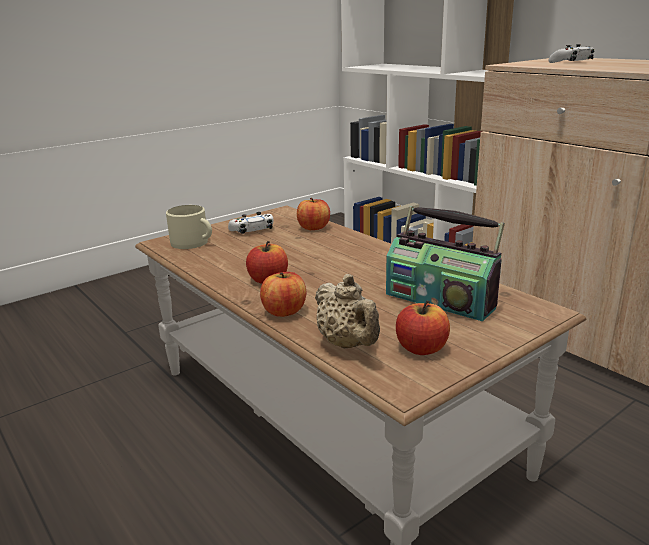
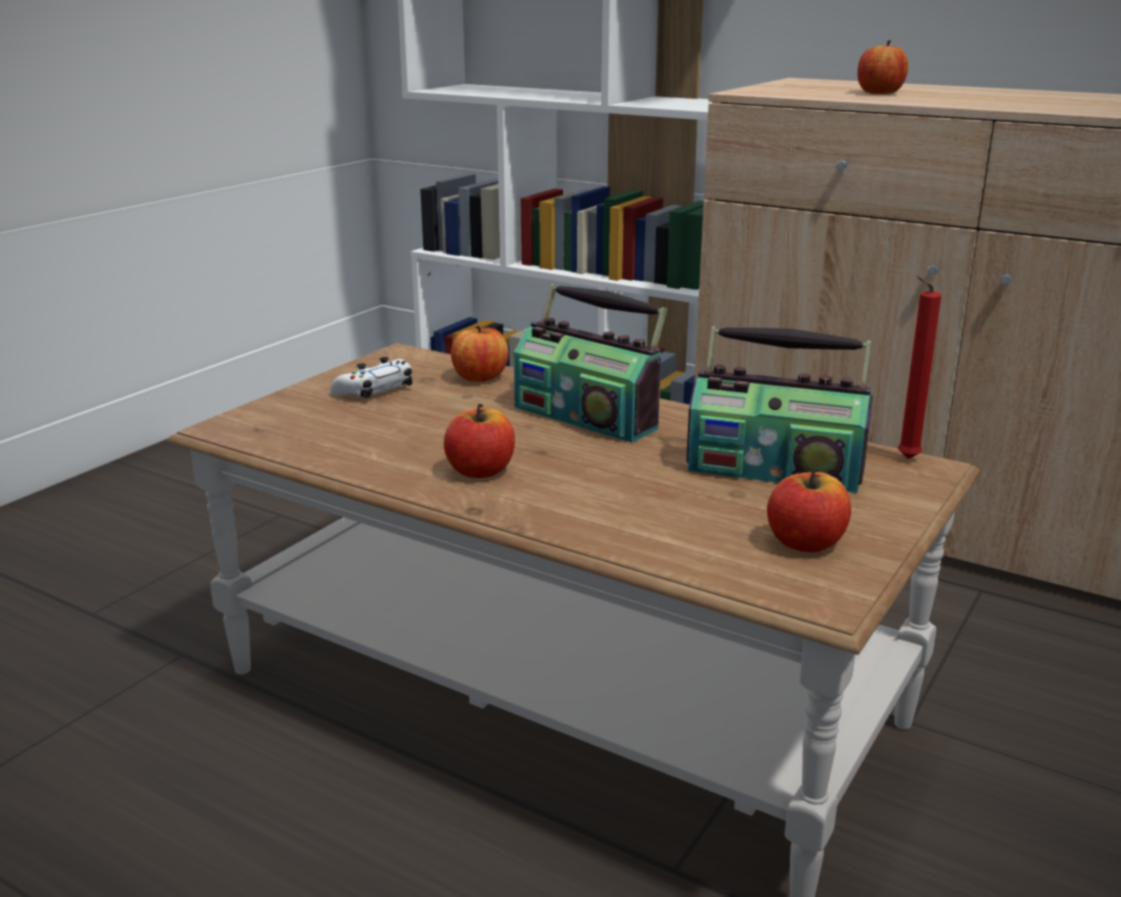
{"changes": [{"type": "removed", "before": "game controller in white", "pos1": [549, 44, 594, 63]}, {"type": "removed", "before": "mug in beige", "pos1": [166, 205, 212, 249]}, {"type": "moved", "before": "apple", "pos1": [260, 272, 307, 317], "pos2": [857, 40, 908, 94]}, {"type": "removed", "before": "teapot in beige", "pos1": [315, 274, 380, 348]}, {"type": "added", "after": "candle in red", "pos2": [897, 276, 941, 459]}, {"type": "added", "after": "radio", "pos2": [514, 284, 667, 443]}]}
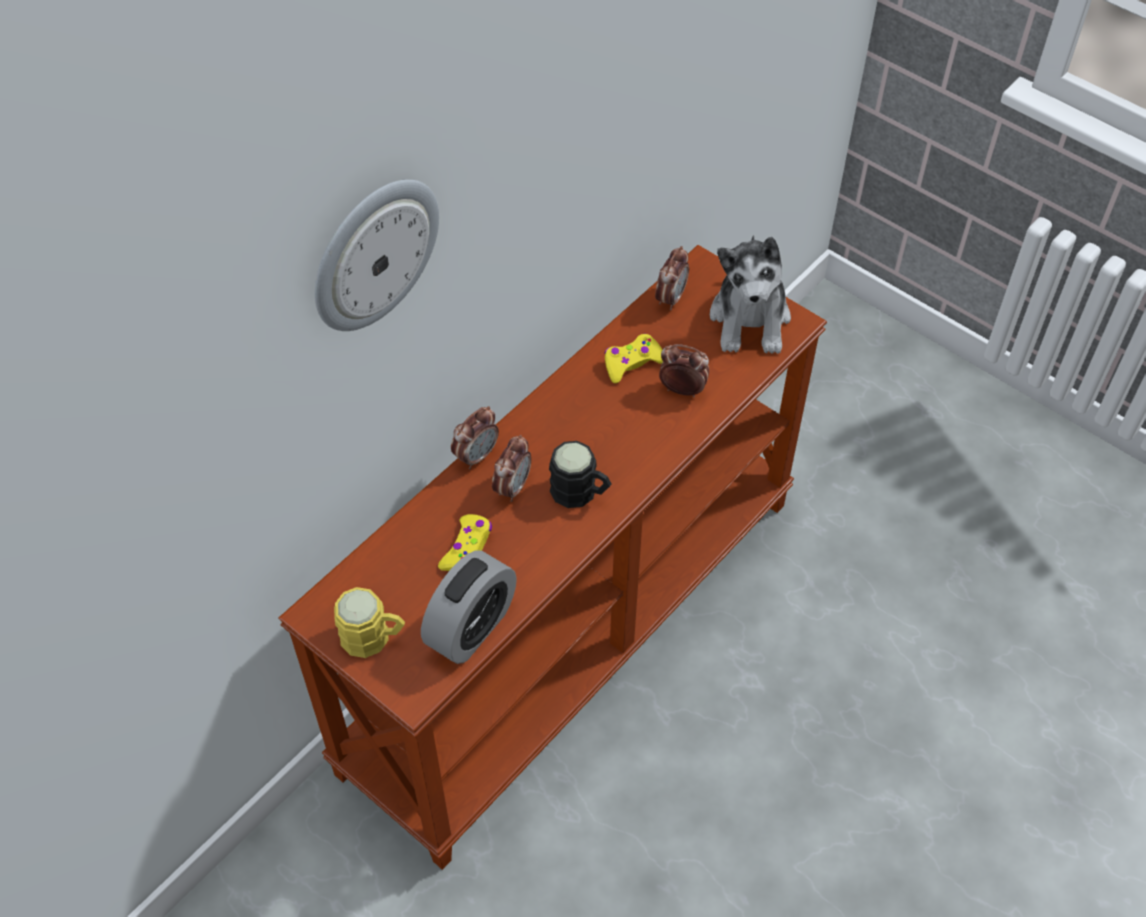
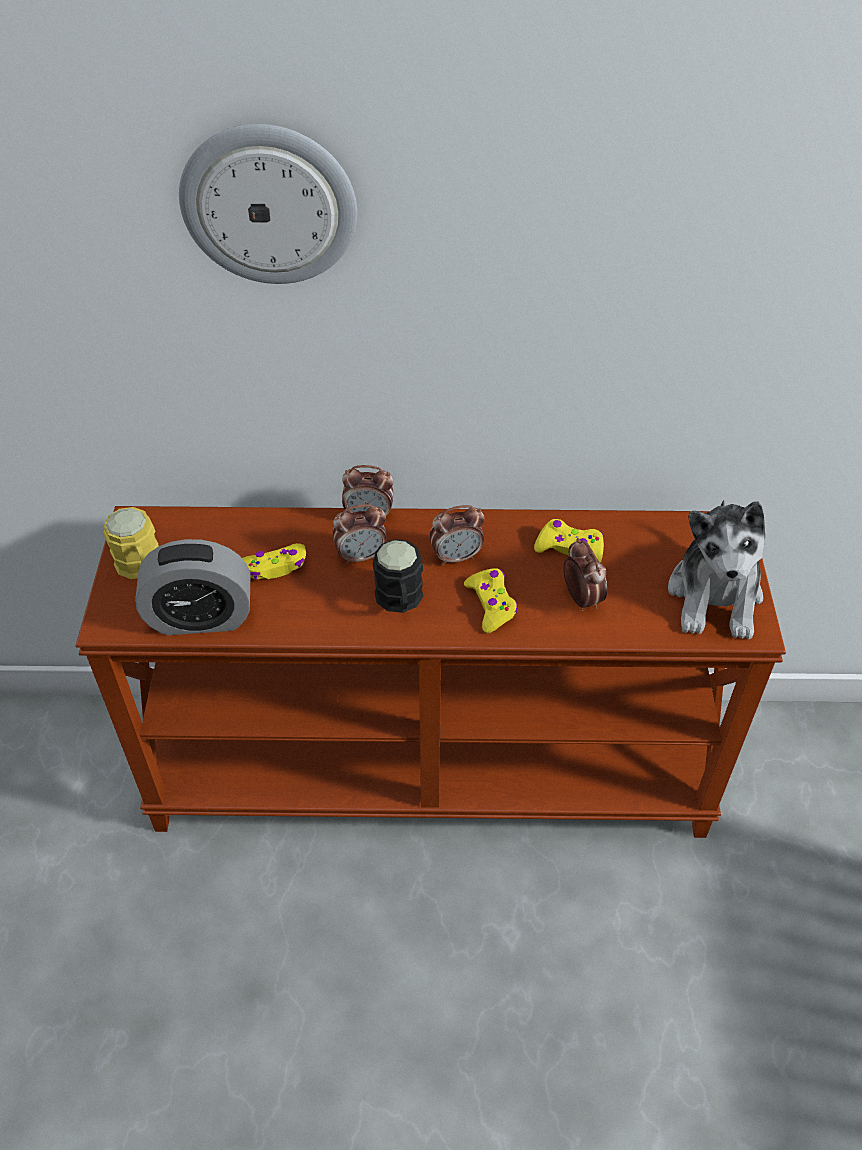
{"changes": [{"type": "turned", "before": "plush toy", "pos1": [710, 235, 791, 354], "pos2": [668, 500, 765, 640], "turn": -45}, {"type": "moved", "before": "alarm clock", "pos1": [655, 246, 689, 310], "pos2": [430, 505, 484, 566]}, {"type": "added", "after": "game controller in yellow", "pos2": [464, 568, 518, 633]}]}
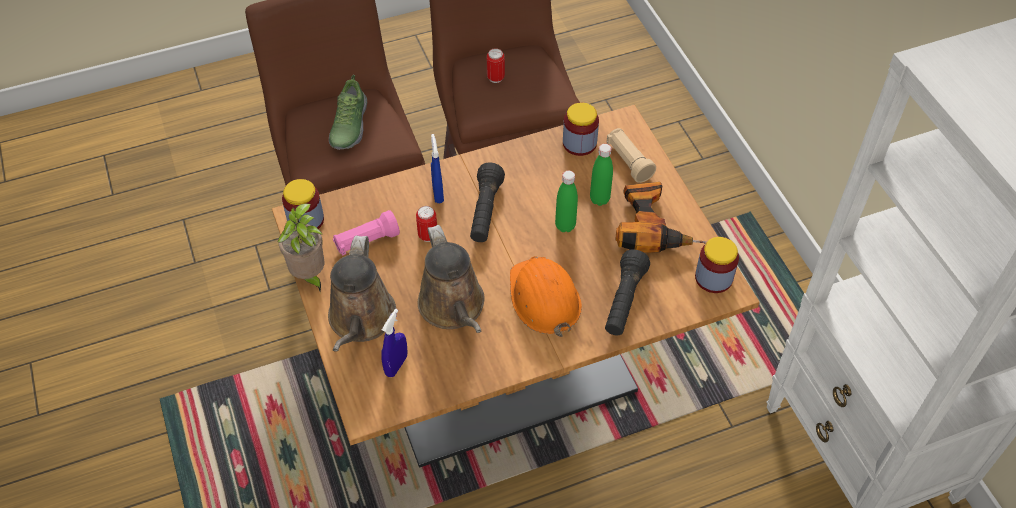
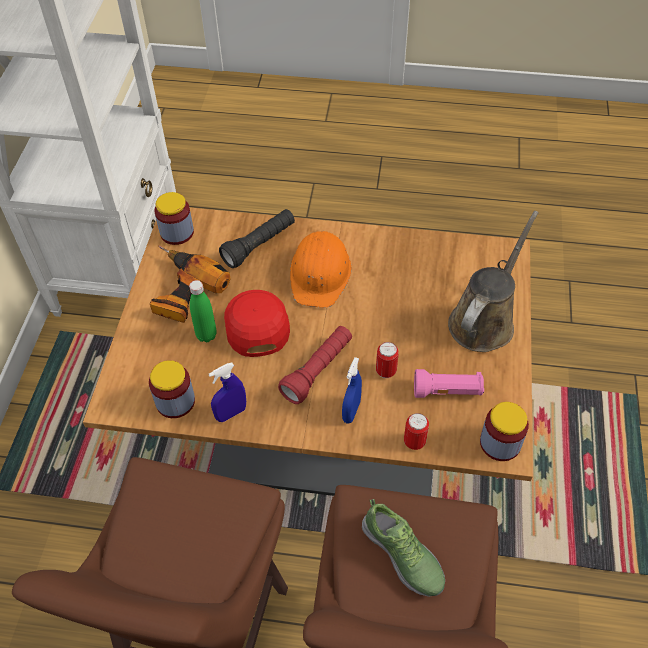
{"changes": [{"type": "moved", "before": "can", "pos1": [487, 48, 505, 83], "pos2": [404, 413, 429, 450]}, {"type": "turned", "before": "shoe", "pos1": [329, 75, 367, 150], "pos2": [362, 499, 445, 597], "turn": 105}, {"type": "removed", "before": "flashlight in beige", "pos1": [606, 128, 656, 183]}, {"type": "recoloured", "before": "flashlight in black", "after": "flashlight in red", "pos1": [470, 162, 505, 242], "pos2": [278, 326, 352, 404]}, {"type": "replaced", "before": "bottle in green", "after": "cap in red", "pos1": [555, 170, 578, 232], "pos2": [224, 290, 290, 357]}, {"type": "removed", "before": "potted plant", "pos1": [277, 204, 324, 292]}, {"type": "removed", "before": "watering can in brown", "pos1": [418, 225, 485, 333]}, {"type": "moved", "before": "spray bottle in blue", "pos1": [381, 309, 408, 377], "pos2": [209, 362, 246, 422]}]}
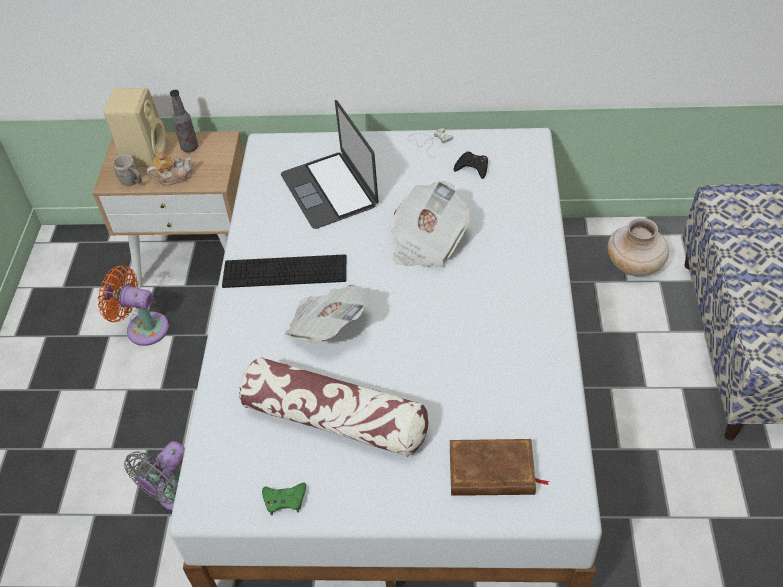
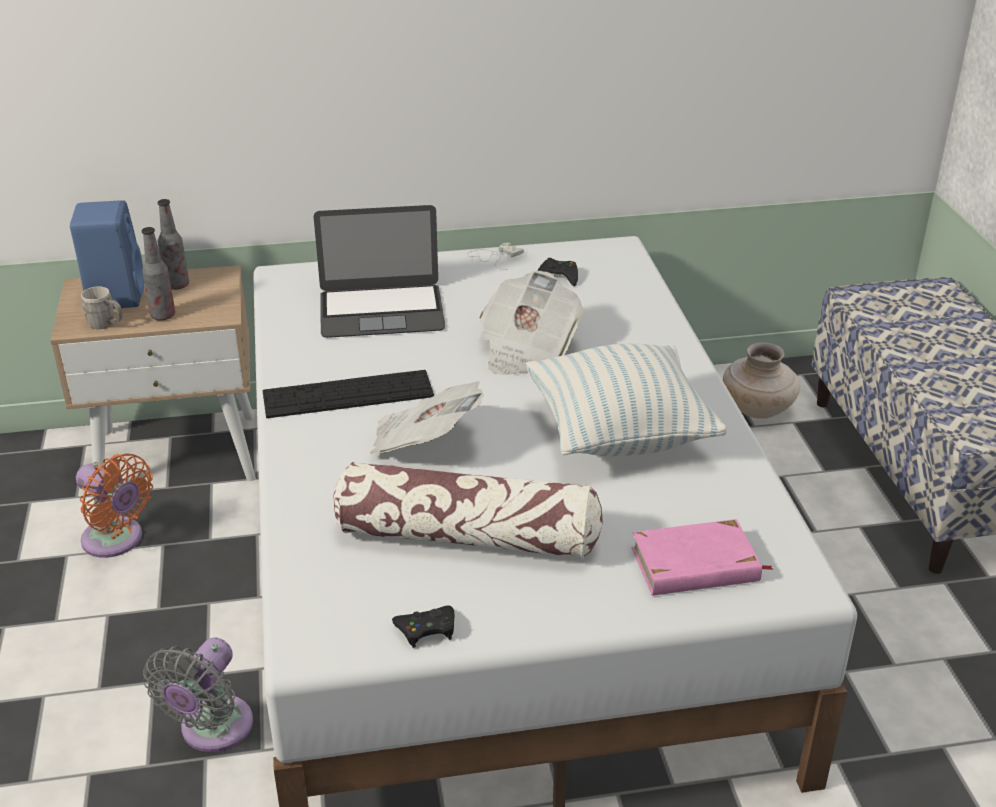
{"changes": [{"type": "recoloured", "before": "speaker in beige", "after": "speaker in blue", "pos1": [104, 88, 167, 167], "pos2": [70, 200, 144, 309]}, {"type": "turned", "before": "laptop", "pos1": [281, 100, 378, 229], "pos2": [314, 205, 445, 338], "turn": -60}, {"type": "replaced", "before": "teapot", "after": "bottle", "pos1": [147, 152, 191, 186], "pos2": [142, 227, 175, 321]}, {"type": "turned", "before": "fan in orange", "pos1": [98, 265, 169, 346], "pos2": [76, 453, 153, 558], "turn": -150}, {"type": "recoloured", "before": "book in brown", "after": "book in pink", "pos1": [450, 439, 549, 496], "pos2": [631, 519, 772, 596]}, {"type": "recoloured", "before": "game controller in green", "after": "game controller in black", "pos1": [262, 482, 306, 515], "pos2": [392, 605, 455, 648]}, {"type": "added", "after": "pillow", "pos2": [526, 344, 726, 456]}]}
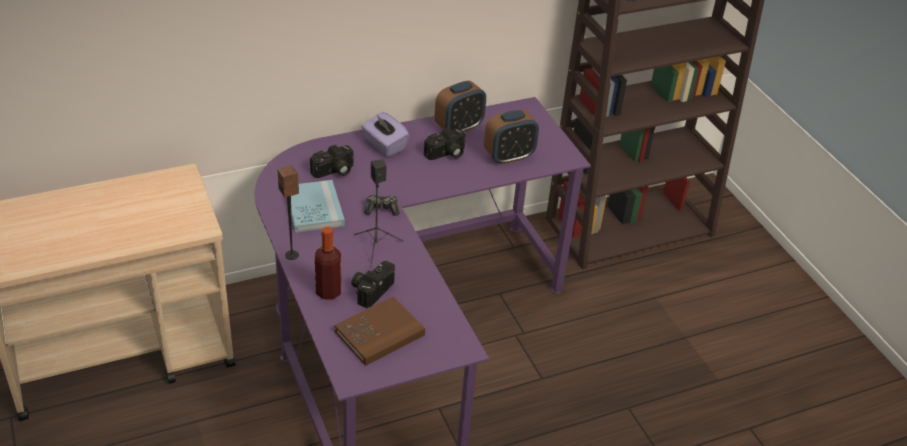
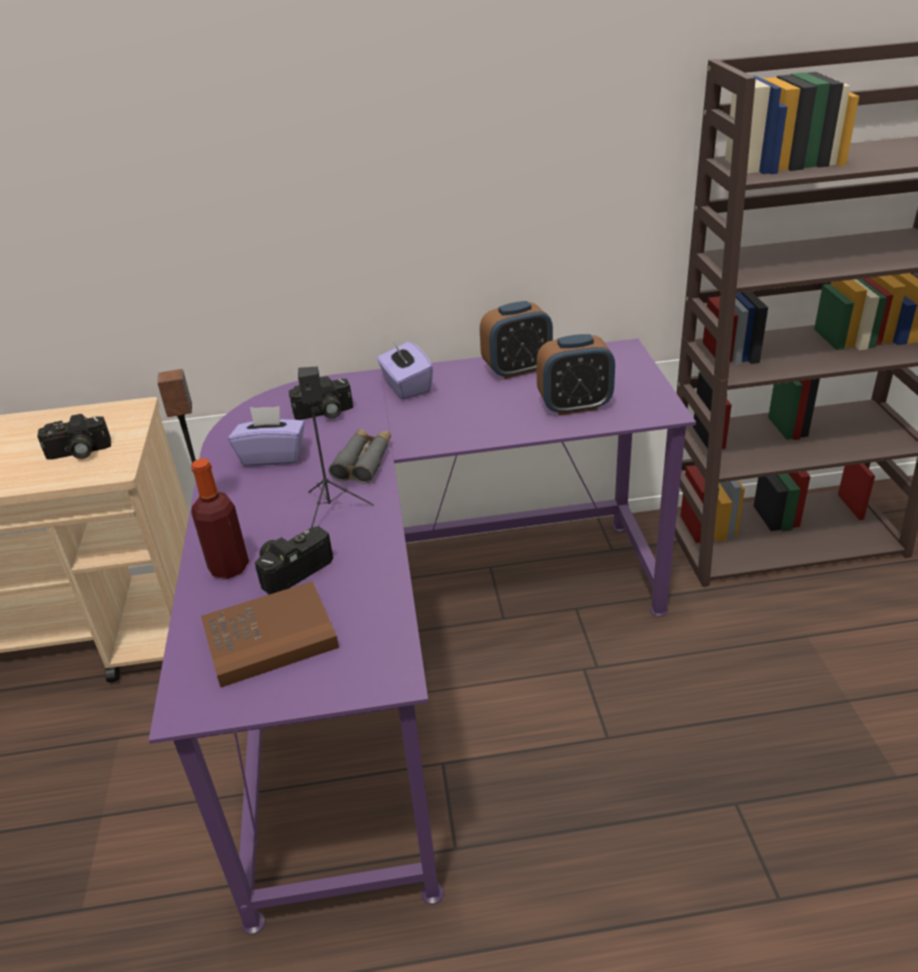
{"changes": [{"type": "moved", "before": "photo camera", "pos1": [424, 128, 466, 160], "pos2": [37, 414, 111, 460]}, {"type": "replaced", "before": "book in blue", "after": "tissue box in purple", "pos1": [291, 180, 345, 233], "pos2": [228, 406, 305, 466]}, {"type": "replaced", "before": "game controller", "after": "binoculars in grey", "pos1": [364, 194, 400, 216], "pos2": [329, 429, 391, 484]}]}
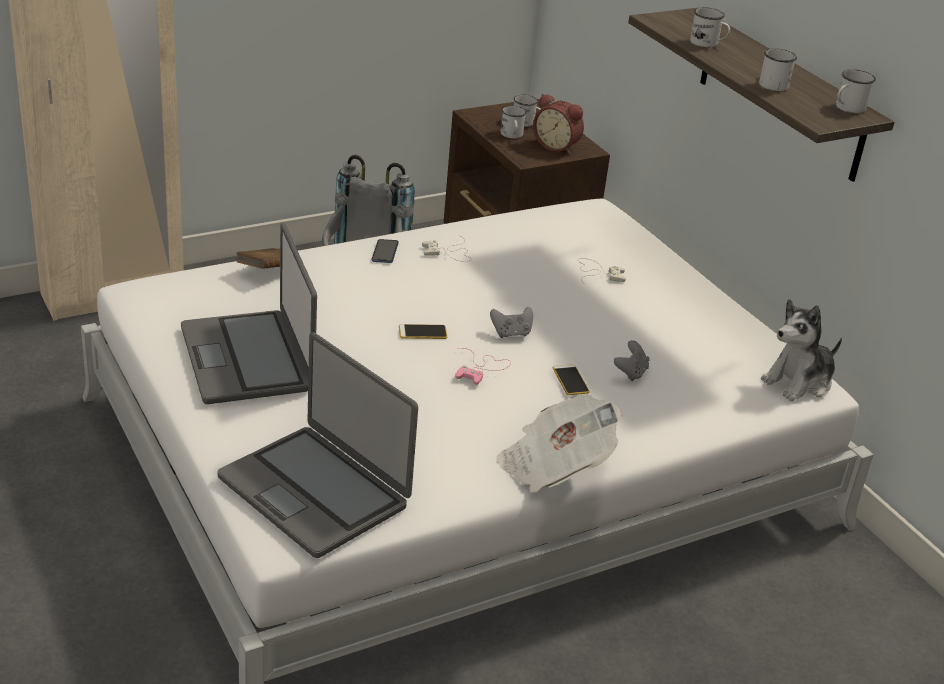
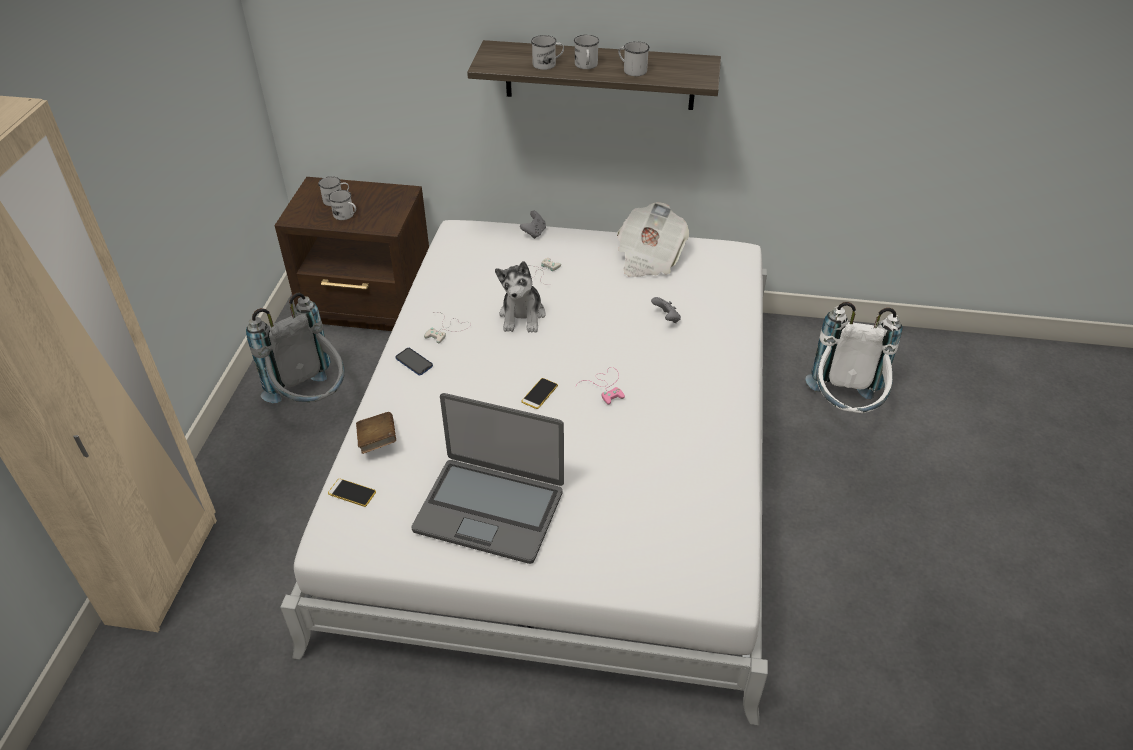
{"changes": [{"type": "moved", "before": "mug in white", "pos1": [836, 69, 876, 113], "pos2": [574, 35, 599, 69]}, {"type": "removed", "before": "alarm clock", "pos1": [533, 94, 584, 154]}, {"type": "moved", "before": "plush toy", "pos1": [761, 299, 842, 401], "pos2": [495, 261, 546, 333]}, {"type": "moved", "before": "game controller in grey", "pos1": [490, 307, 533, 338], "pos2": [520, 211, 546, 239]}, {"type": "removed", "before": "laptop", "pos1": [218, 332, 418, 558]}, {"type": "moved", "before": "phone", "pos1": [553, 364, 590, 395], "pos2": [328, 479, 376, 507]}, {"type": "moved", "before": "newspaper", "pos1": [496, 394, 622, 492], "pos2": [617, 202, 689, 277]}, {"type": "added", "after": "backpack in white", "pos2": [805, 302, 902, 413]}]}
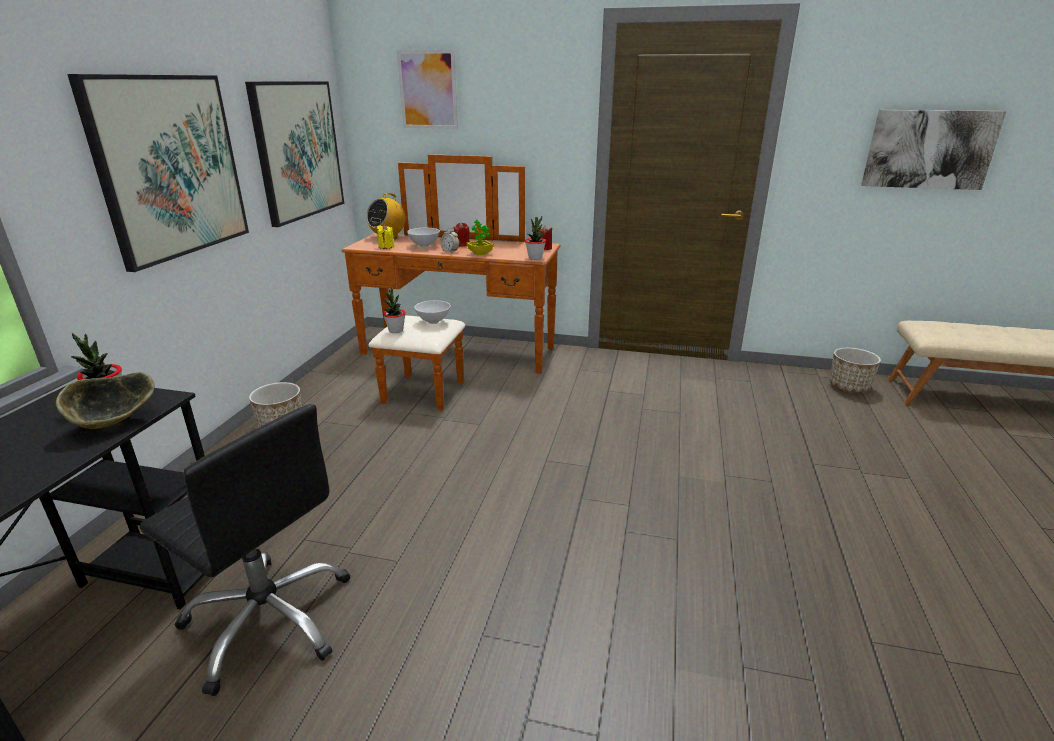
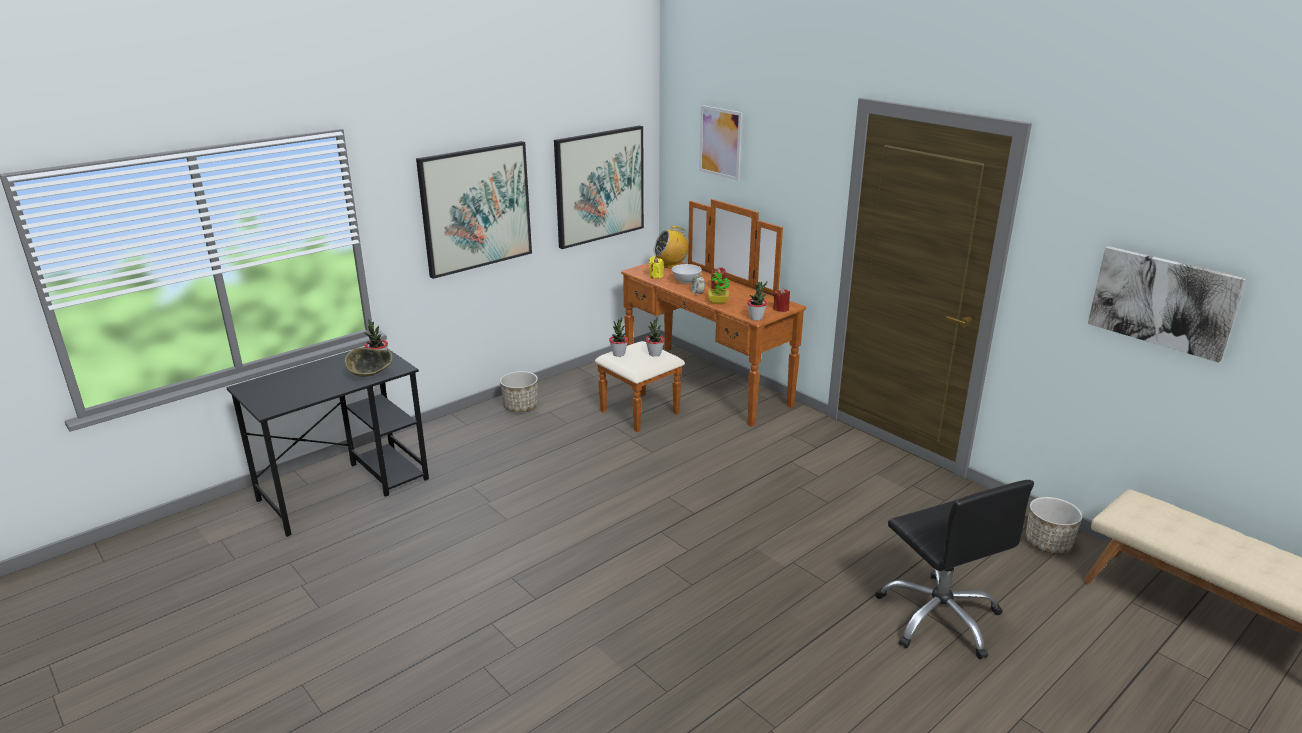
{"changes": [{"type": "replaced", "before": "bowl in white", "after": "potted plant", "pos1": [414, 300, 451, 324], "pos2": [645, 317, 665, 357]}, {"type": "moved", "before": "office chair in black", "pos1": [139, 404, 350, 696], "pos2": [875, 480, 1034, 659]}]}
